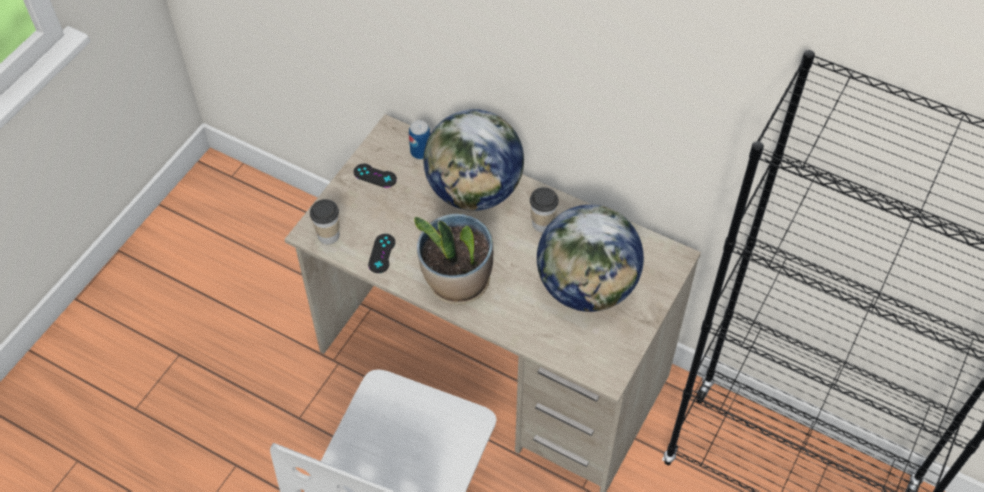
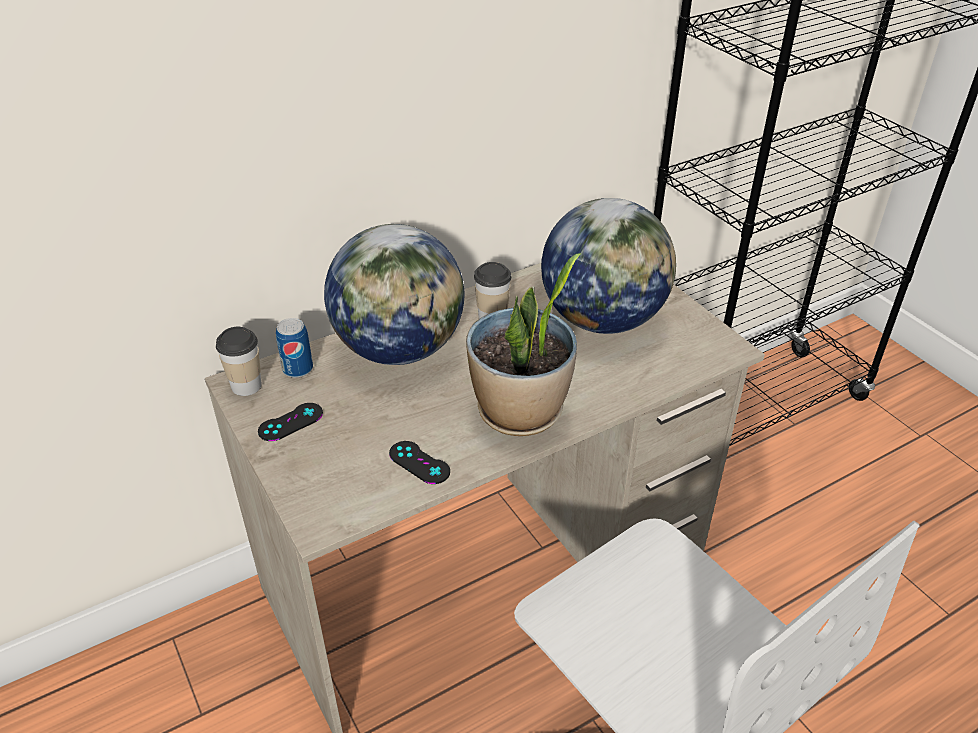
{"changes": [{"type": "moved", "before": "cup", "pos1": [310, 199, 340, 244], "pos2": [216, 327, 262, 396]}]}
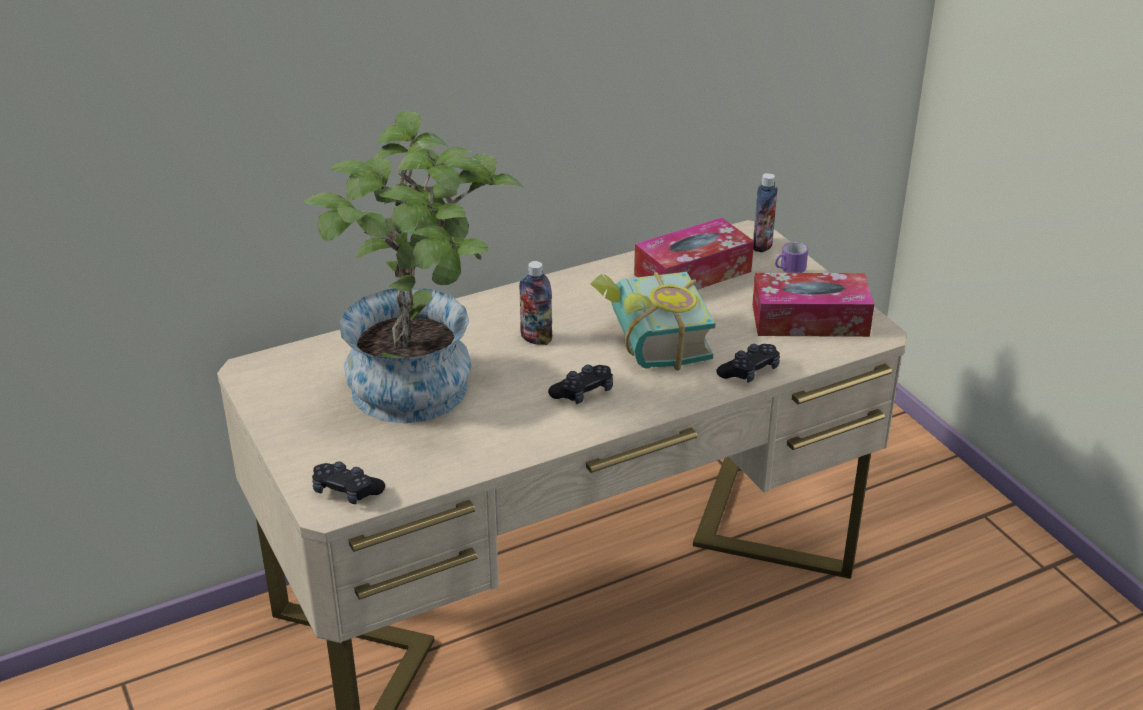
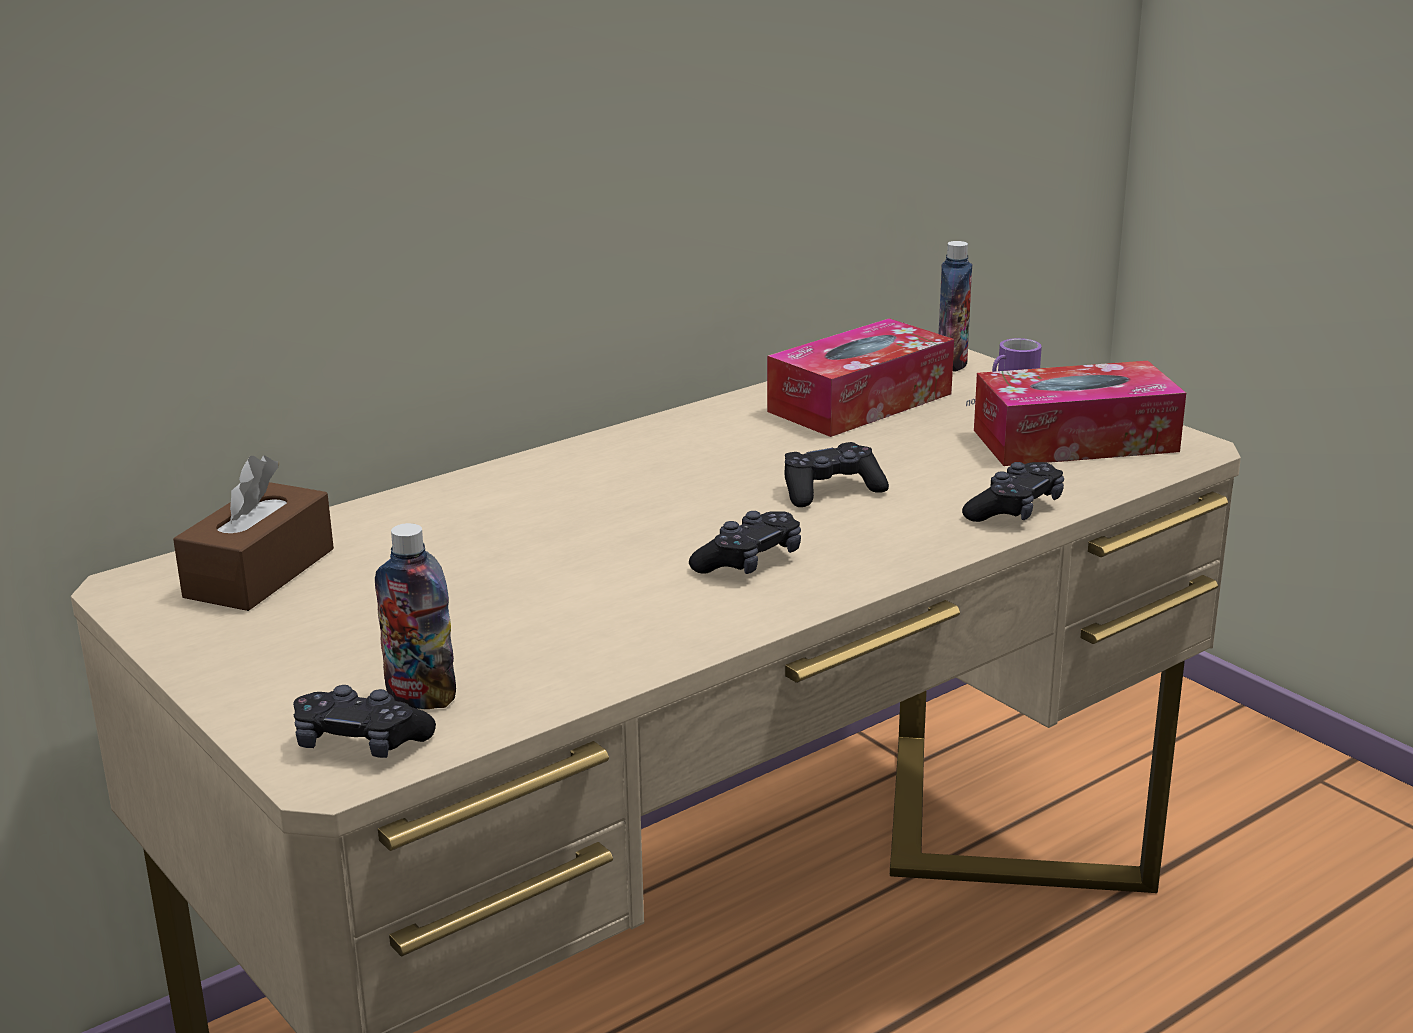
{"changes": [{"type": "removed", "before": "potted plant", "pos1": [304, 111, 524, 423]}, {"type": "moved", "before": "bottle", "pos1": [519, 261, 552, 345], "pos2": [375, 523, 456, 709]}, {"type": "replaced", "before": "book", "after": "game controller in black", "pos1": [590, 272, 716, 371], "pos2": [785, 442, 889, 507]}, {"type": "added", "after": "tissue box in brown", "pos2": [173, 456, 334, 611]}]}
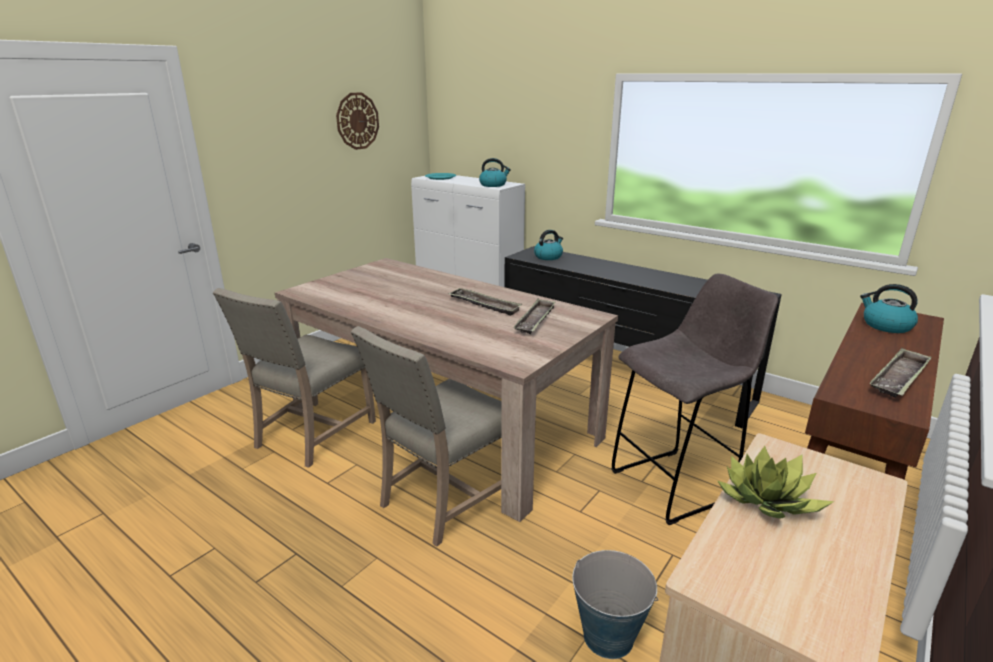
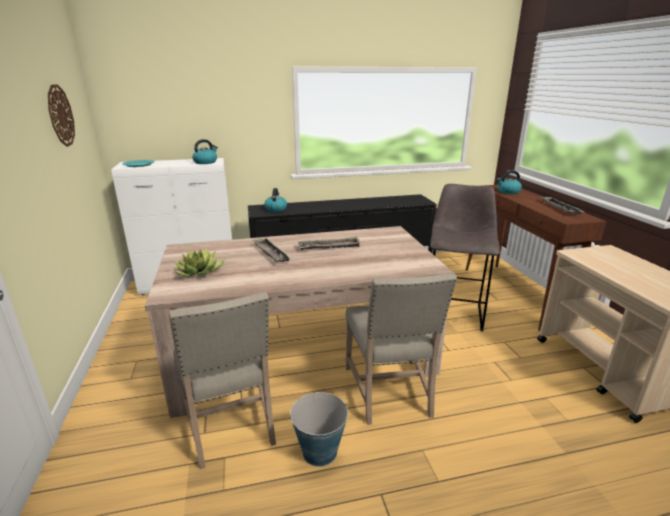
{"changes": [{"type": "moved", "before": "tray", "pos1": [513, 298, 555, 334], "pos2": [253, 238, 291, 262]}, {"type": "moved", "before": "potted plant", "pos1": [718, 446, 835, 518], "pos2": [174, 248, 226, 277]}, {"type": "moved", "before": "bucket", "pos1": [572, 550, 659, 659], "pos2": [289, 392, 348, 467]}]}
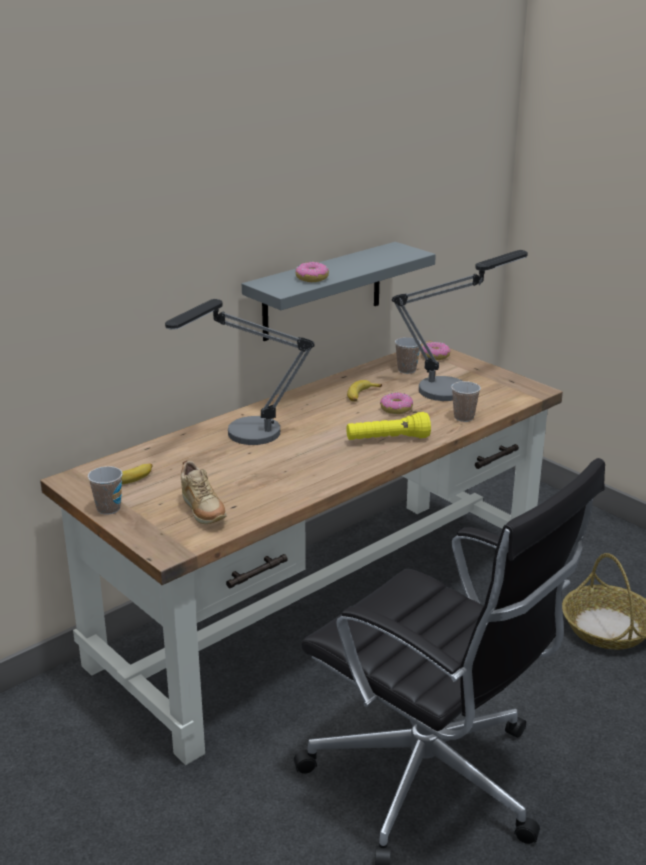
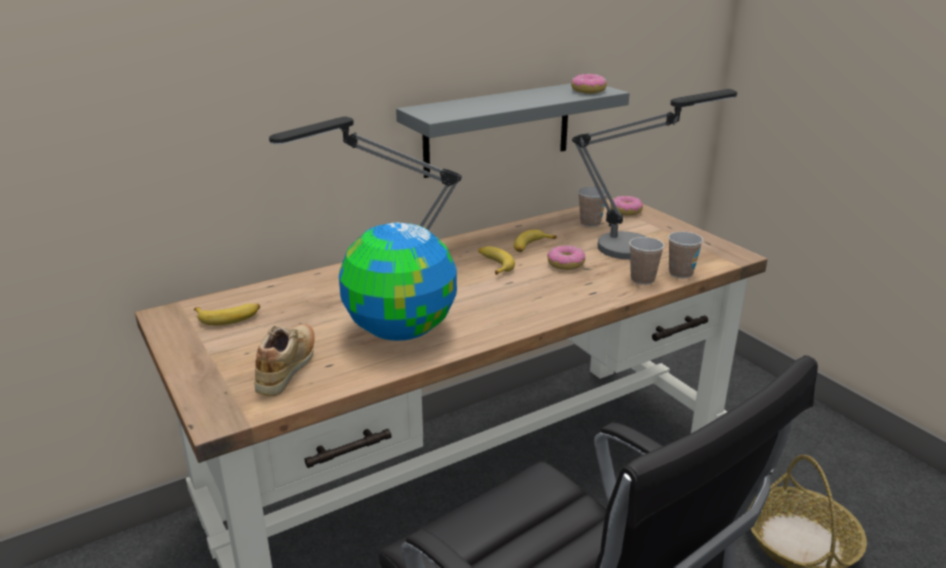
{"changes": [{"type": "moved", "before": "donut", "pos1": [296, 262, 329, 282], "pos2": [571, 74, 607, 94]}, {"type": "removed", "before": "flashlight in yellow", "pos1": [346, 412, 431, 440]}, {"type": "turned", "before": "shoe in beige", "pos1": [181, 460, 227, 524], "pos2": [255, 324, 314, 396], "turn": -150}, {"type": "moved", "before": "cup", "pos1": [88, 466, 123, 515], "pos2": [668, 231, 703, 278]}, {"type": "added", "after": "globe", "pos2": [339, 222, 457, 341]}, {"type": "added", "after": "banana", "pos2": [478, 246, 515, 275]}]}
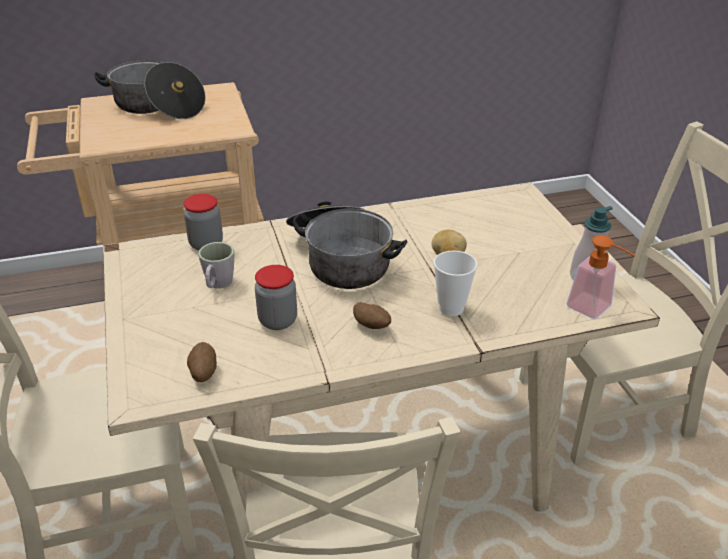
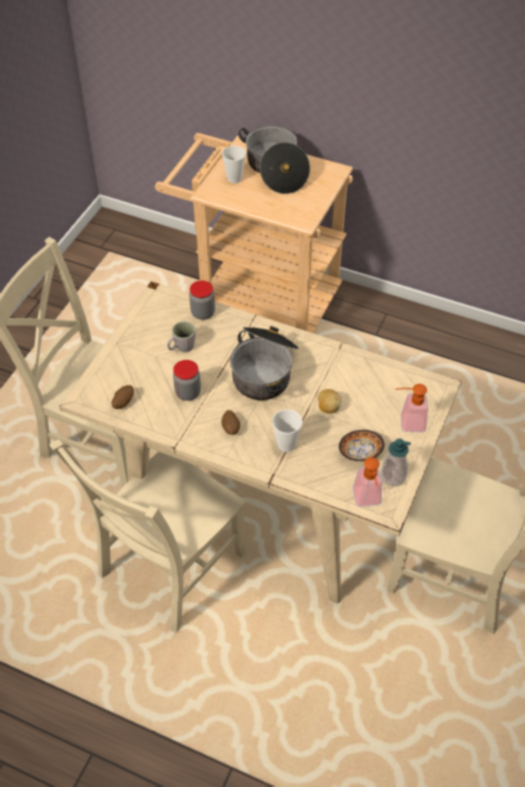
{"changes": [{"type": "added", "after": "cup", "pos2": [222, 146, 246, 183]}, {"type": "added", "after": "soap dispenser", "pos2": [395, 384, 428, 432]}, {"type": "added", "after": "bowl", "pos2": [339, 430, 385, 461]}]}
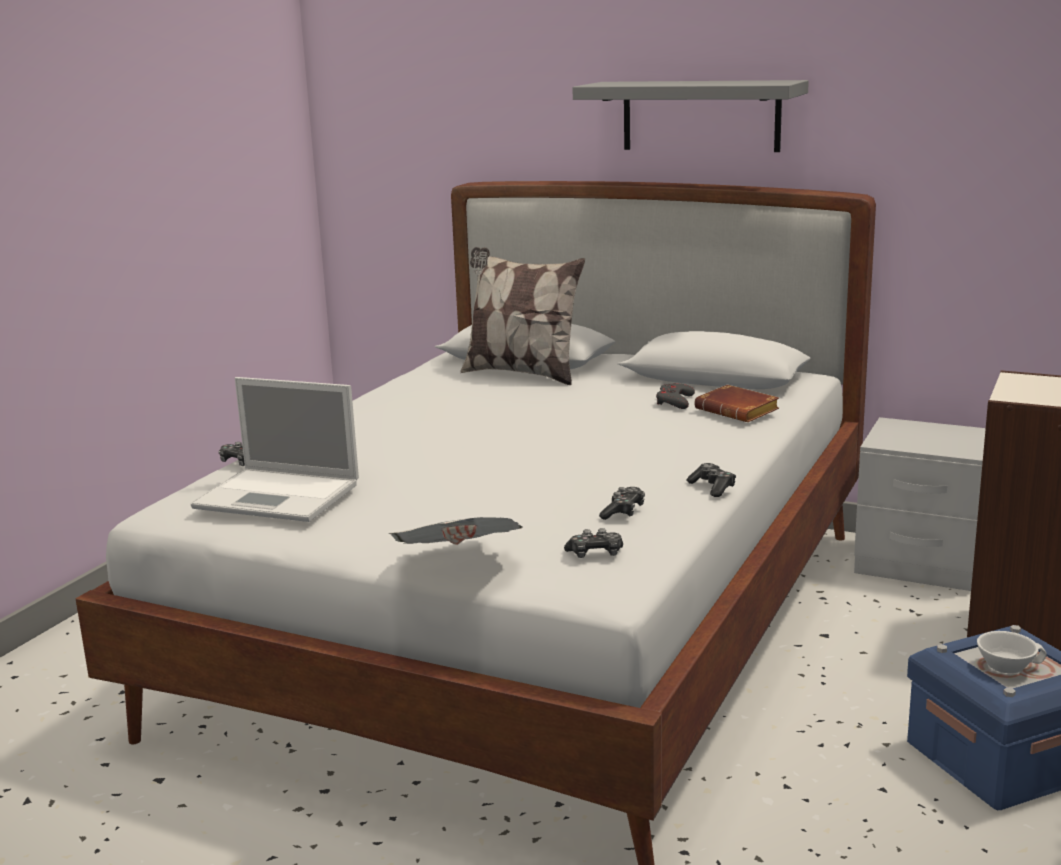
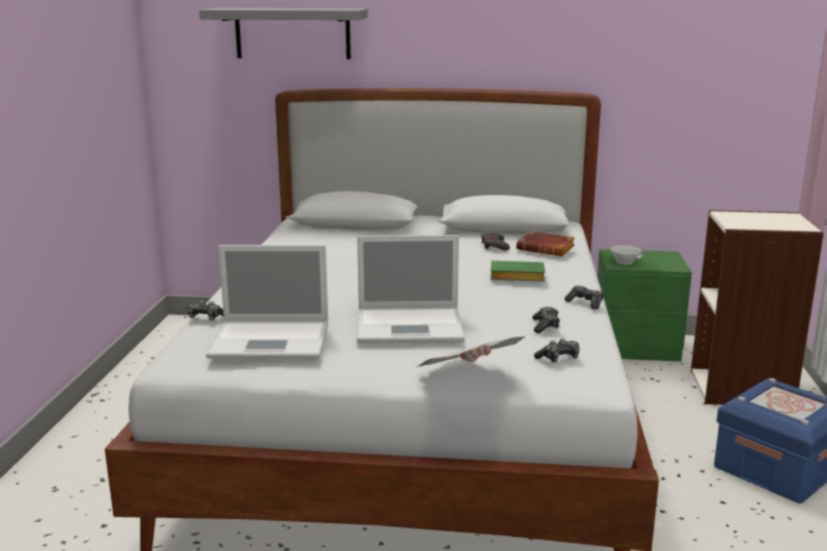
{"changes": [{"type": "moved", "before": "shelf in grey", "pos1": [573, 80, 809, 152], "pos2": [199, 8, 368, 59]}, {"type": "removed", "before": "pillow", "pos1": [460, 247, 585, 385]}, {"type": "recoloured", "before": "nightstand in grey", "after": "nightstand in green", "pos1": [854, 417, 986, 591], "pos2": [597, 249, 692, 362]}, {"type": "moved", "before": "cup in white", "pos1": [977, 631, 1047, 675], "pos2": [610, 245, 643, 265]}, {"type": "added", "after": "laptop", "pos2": [357, 235, 465, 343]}, {"type": "added", "after": "book in green", "pos2": [490, 261, 545, 281]}]}
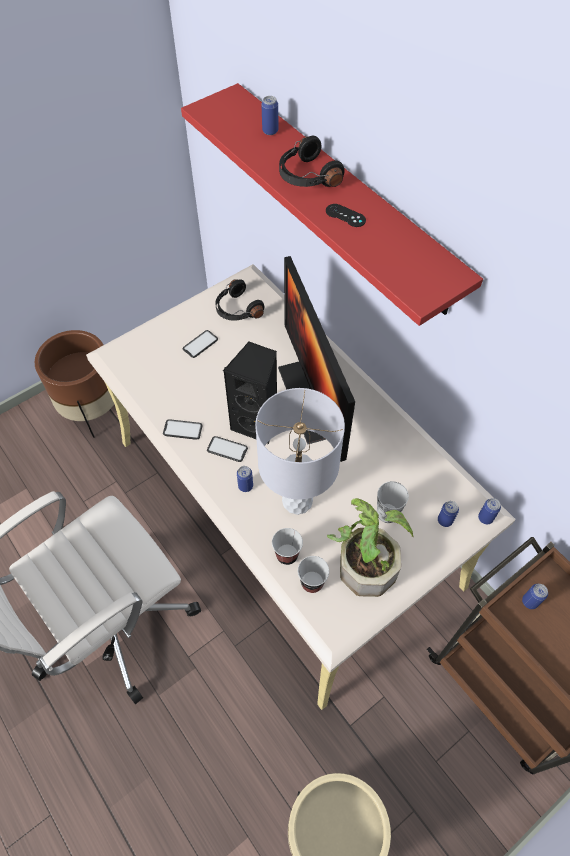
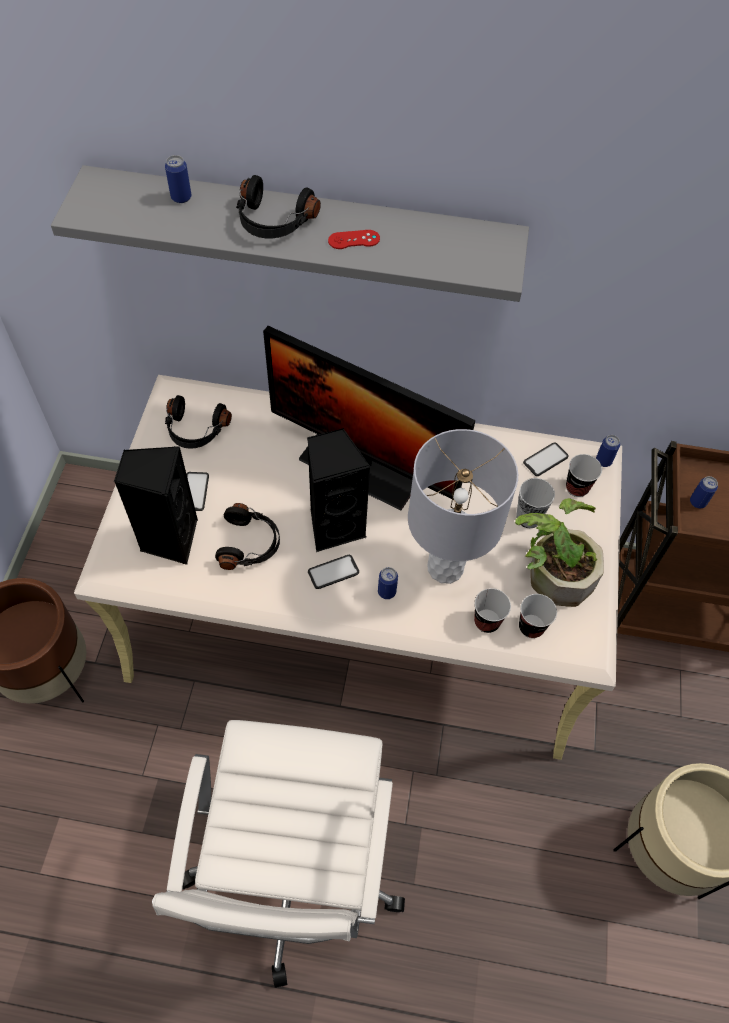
{"changes": [{"type": "recoloured", "before": "shelf in red", "after": "shelf in grey", "pos1": [181, 83, 483, 326], "pos2": [51, 165, 529, 302]}, {"type": "recoloured", "before": "game controller in black", "after": "game controller in red", "pos1": [326, 204, 366, 227], "pos2": [328, 230, 380, 249]}, {"type": "moved", "before": "phone", "pos1": [163, 419, 203, 440], "pos2": [523, 442, 569, 476]}, {"type": "replaced", "before": "can", "after": "cup", "pos1": [438, 501, 459, 527], "pos2": [566, 454, 602, 497]}, {"type": "added", "after": "speaker in black", "pos2": [114, 446, 198, 565]}, {"type": "added", "after": "headphones in black", "pos2": [215, 503, 280, 570]}]}
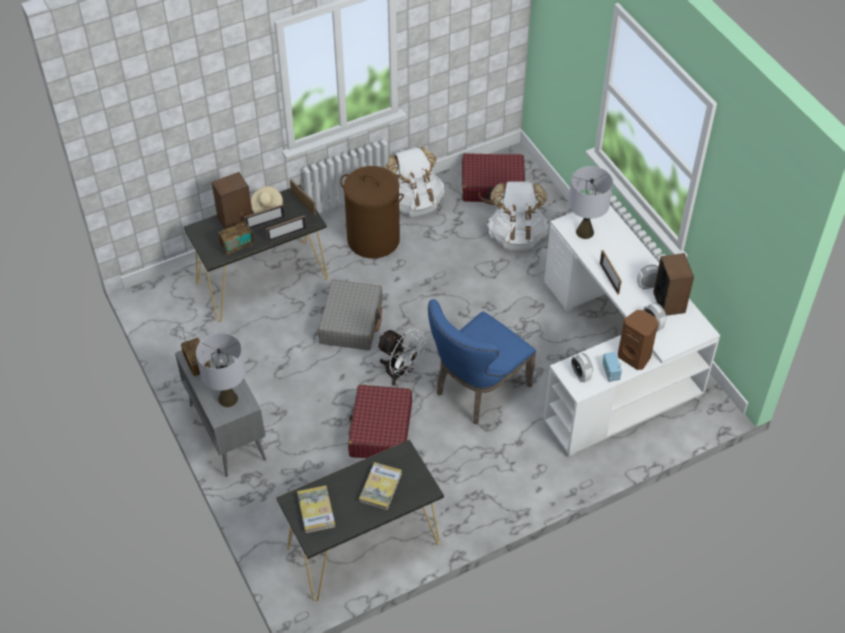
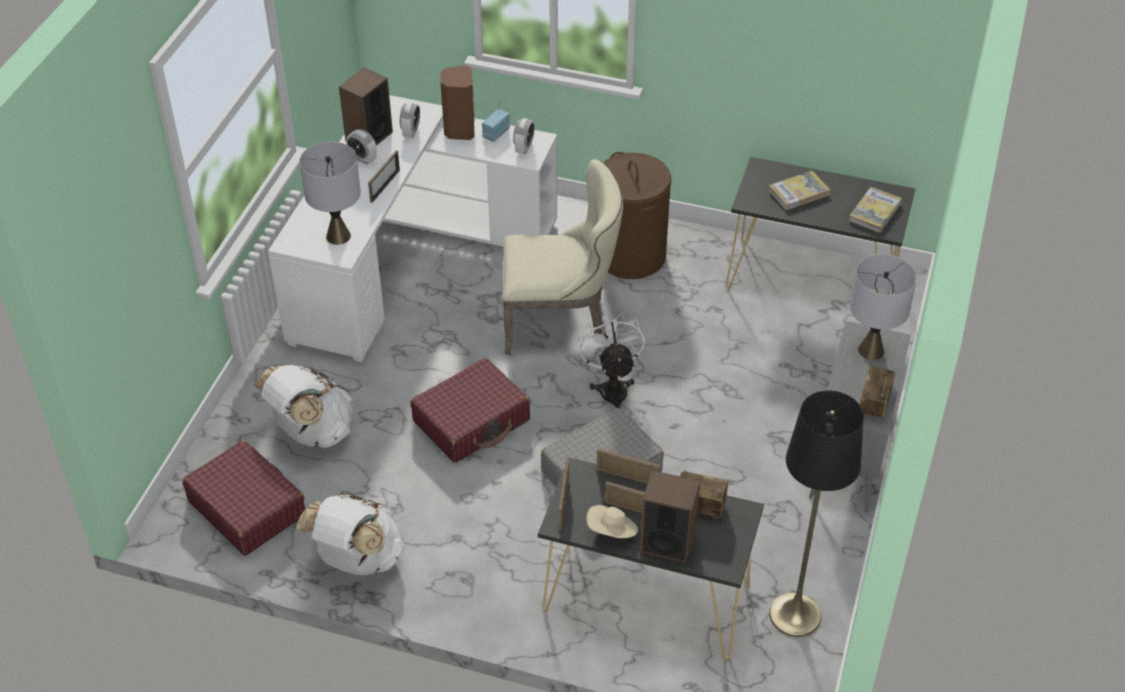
{"changes": [{"type": "moved", "before": "laundry basket in brown", "pos1": [340, 166, 404, 259], "pos2": [603, 152, 671, 279]}, {"type": "recoloured", "before": "chair in blue", "after": "chair in beige", "pos1": [428, 299, 536, 425], "pos2": [502, 159, 623, 355]}, {"type": "moved", "before": "suitcase in red", "pos1": [348, 385, 412, 458], "pos2": [410, 358, 530, 463]}, {"type": "added", "after": "floor lamp in black", "pos2": [769, 391, 864, 637]}]}
